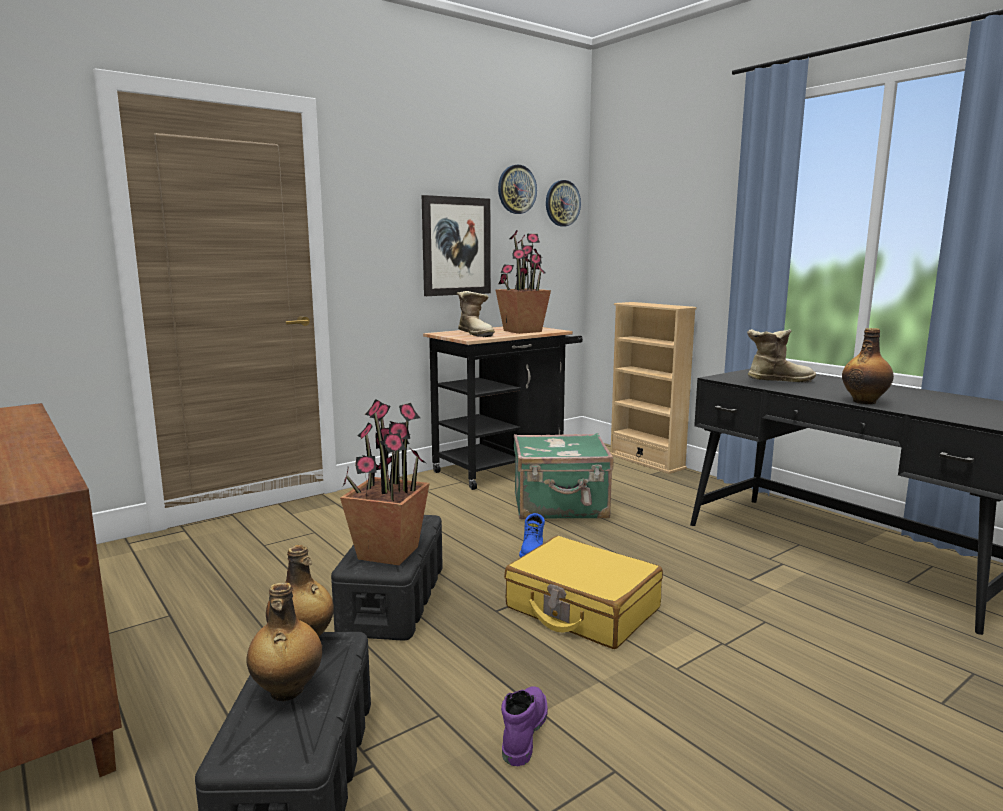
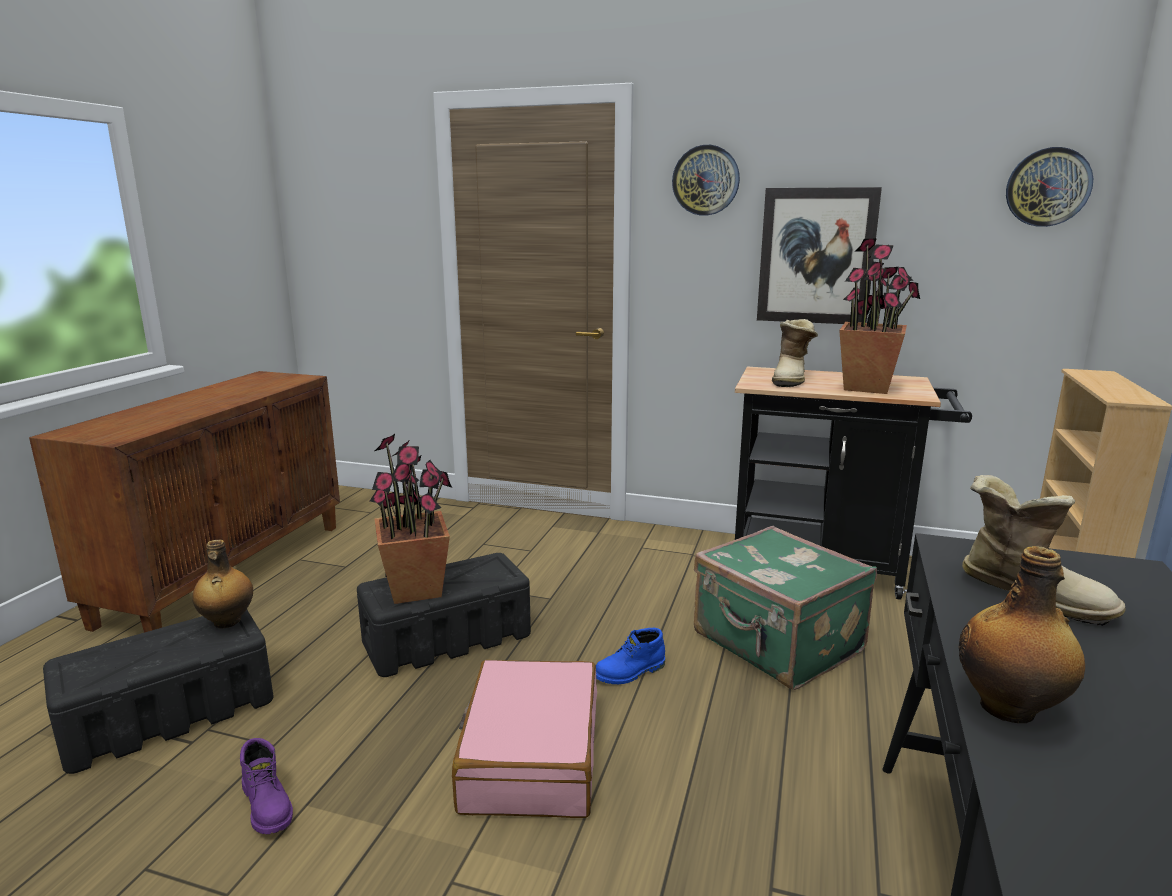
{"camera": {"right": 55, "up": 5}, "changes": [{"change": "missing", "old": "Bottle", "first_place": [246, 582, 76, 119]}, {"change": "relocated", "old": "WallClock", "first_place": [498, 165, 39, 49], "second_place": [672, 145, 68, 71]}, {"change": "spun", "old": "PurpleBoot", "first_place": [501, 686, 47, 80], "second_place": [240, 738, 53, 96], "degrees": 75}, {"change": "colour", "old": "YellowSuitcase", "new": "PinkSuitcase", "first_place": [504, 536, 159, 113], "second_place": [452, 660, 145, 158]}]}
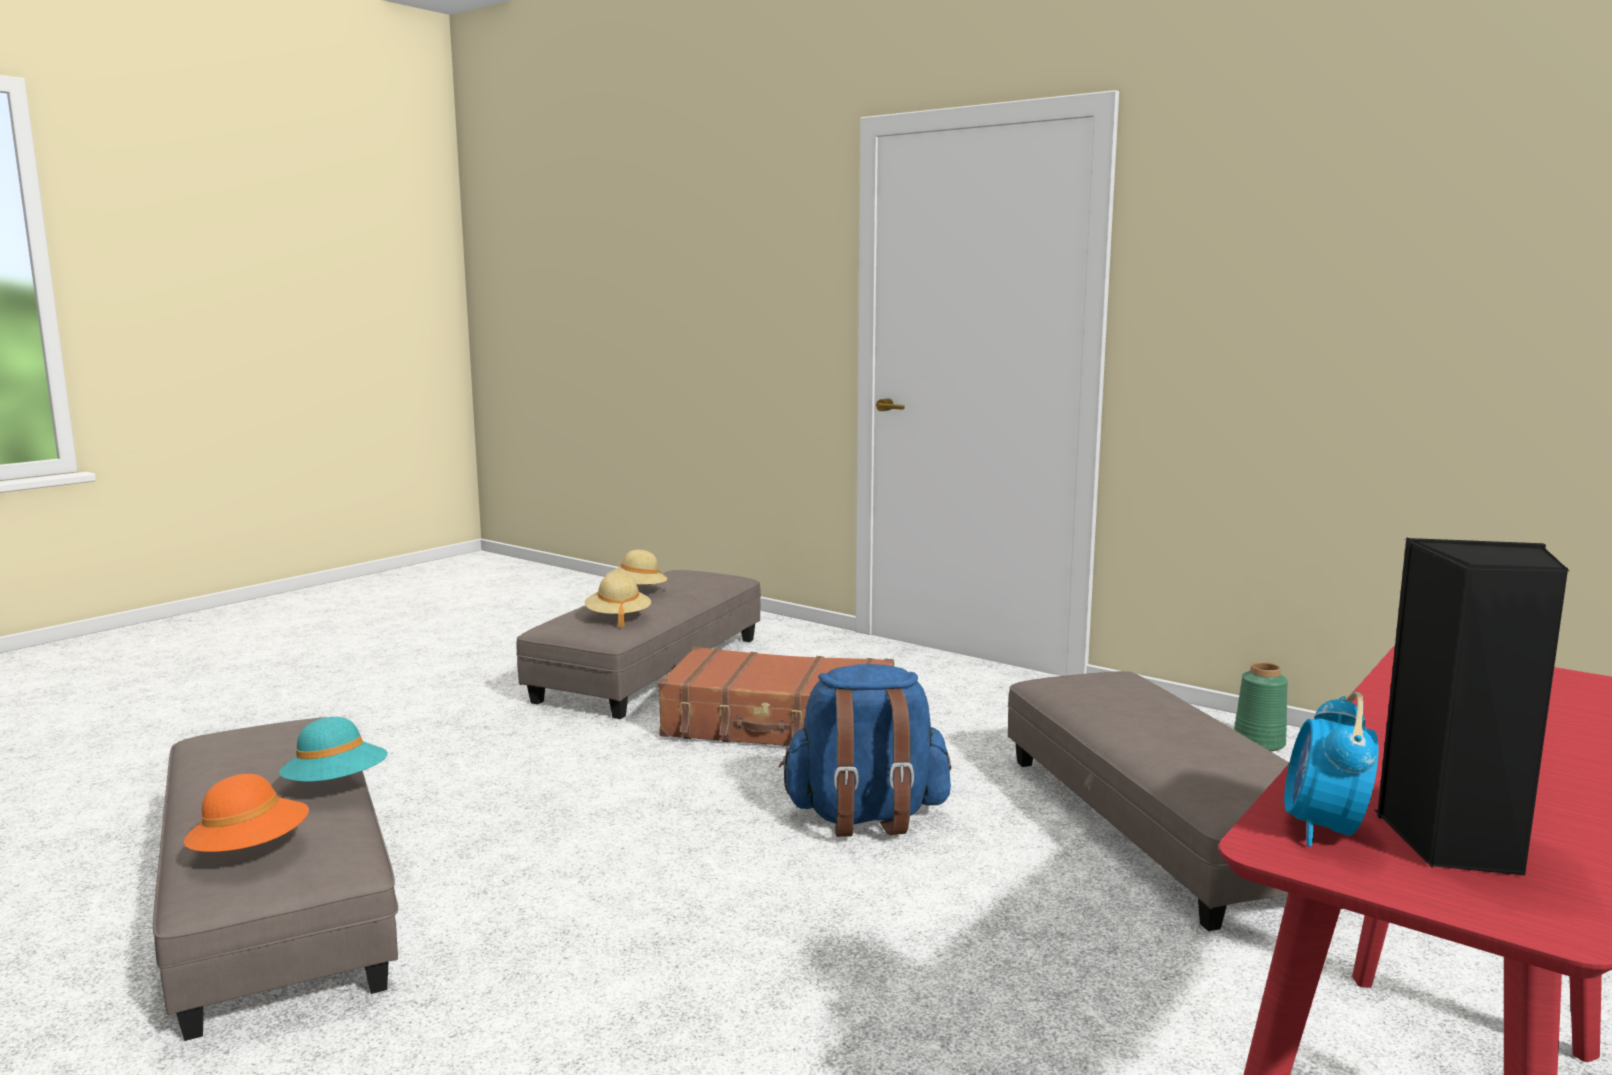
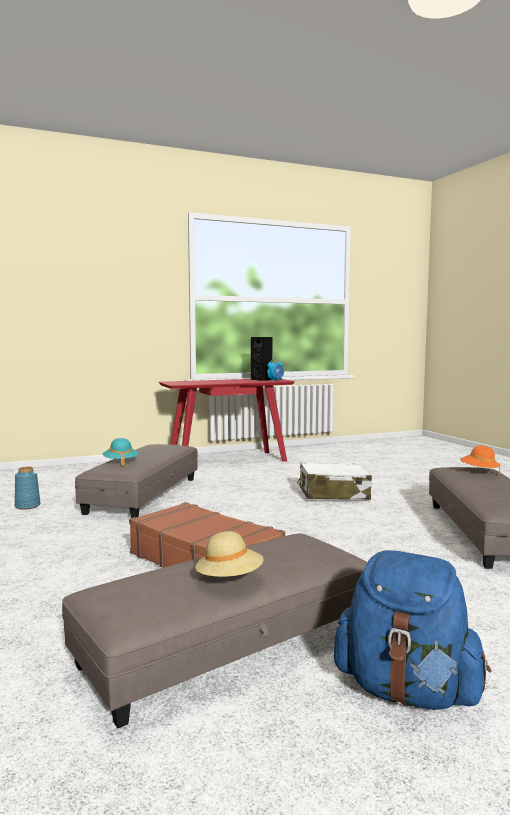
{"camera": {"right": -150, "up": -5}, "changes": [{"change": "relocated", "old": "TurquoiseHat", "first_place": [279, 717, 109, 65], "second_place": [103, 438, 36, 28]}, {"change": "missing", "old": "BeigeHat", "first_place": [585, 573, 66, 55]}, {"change": "relocated", "old": "BlueBackpack", "first_place": [779, 664, 172, 173], "second_place": [334, 550, 157, 160]}, {"change": "colour", "old": "GreenVase", "new": "BlueVase", "first_place": [1234, 662, 54, 89], "second_place": [15, 467, 26, 43]}, {"change": "appeared", "new": "WhiteSuitcase", "second_place": [297, 463, 75, 37]}]}
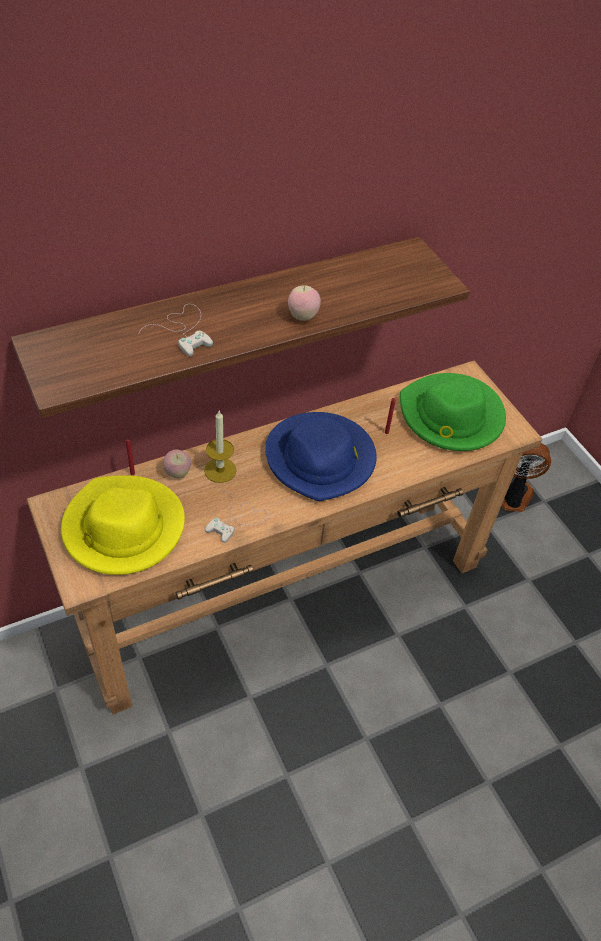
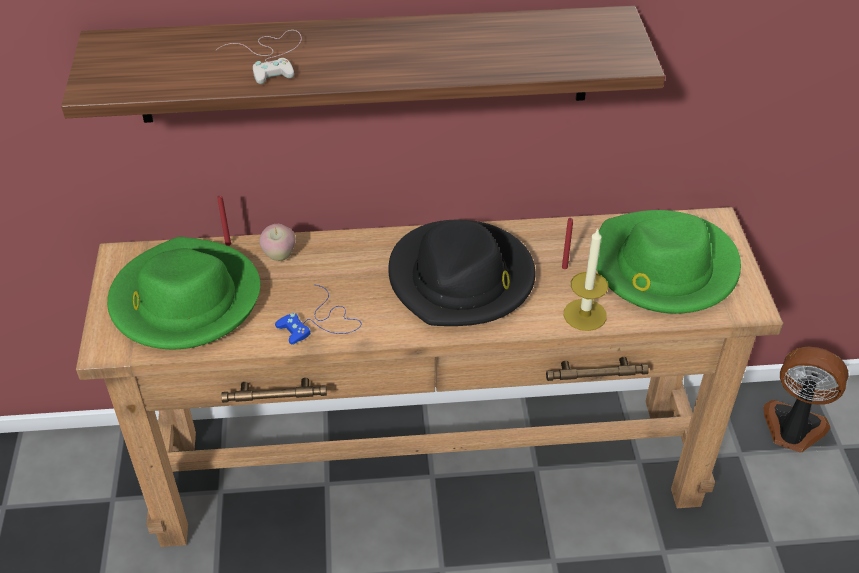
{"camera": {"right": 25, "up": -5}, "changes": [{"change": "colour", "old": "YellowHat", "new": "GreenHat", "first_place": [61, 475, 124, 100], "second_place": [107, 237, 153, 112]}, {"change": "relocated", "old": "Candle", "first_place": [204, 411, 33, 72], "second_place": [564, 229, 44, 102]}, {"change": "colour", "old": "WhiteGameController", "new": "BlueGameController", "first_place": [205, 491, 64, 52], "second_place": [275, 285, 86, 60]}, {"change": "colour", "old": "BlueHat", "new": "BlackHat", "first_place": [265, 412, 112, 89], "second_place": [388, 220, 147, 106]}, {"change": "missing", "old": "Apple", "first_place": [288, 285, 33, 36]}]}
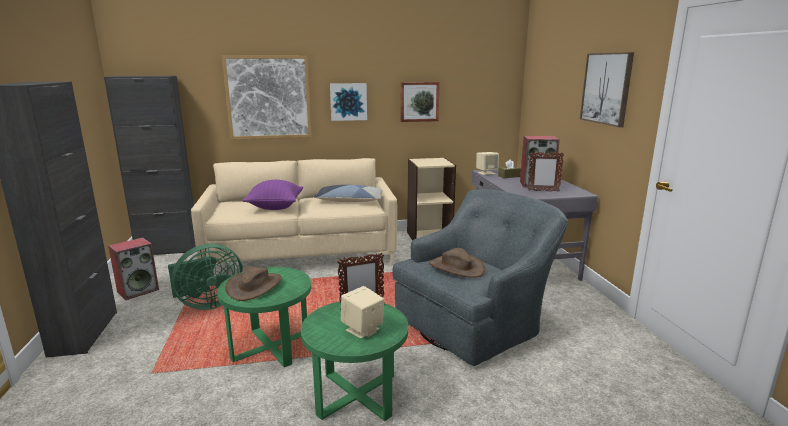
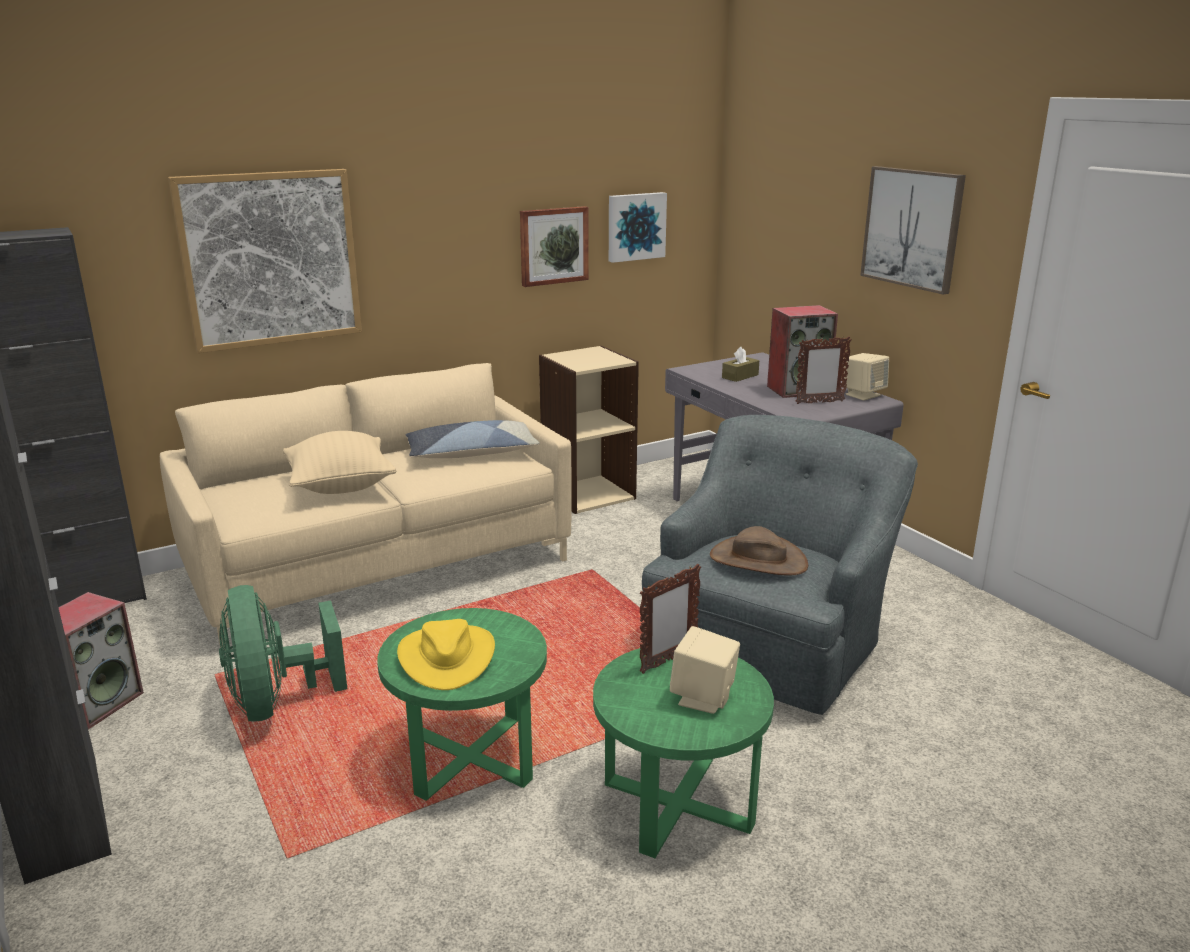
{"camera": {"right": -20, "up": 5}, "changes": [{"change": "spun", "old": "GreenFan", "first_place": [168, 244, 75, 66], "second_place": [219, 585, 128, 136], "degrees": 120}, {"change": "colour", "old": "BrownHat", "new": "YellowHat", "first_place": [225, 266, 57, 35], "second_place": [397, 619, 98, 71]}, {"change": "colour", "old": "PurplePillow", "new": "BeigePillow", "first_place": [243, 180, 60, 30], "second_place": [283, 431, 113, 63]}, {"change": "relocated", "old": "Picture", "first_place": [330, 83, 37, 38], "second_place": [609, 192, 58, 71]}, {"change": "relocated", "old": "BeigeSpeaker", "first_place": [476, 152, 23, 23], "second_place": [844, 353, 45, 47]}]}
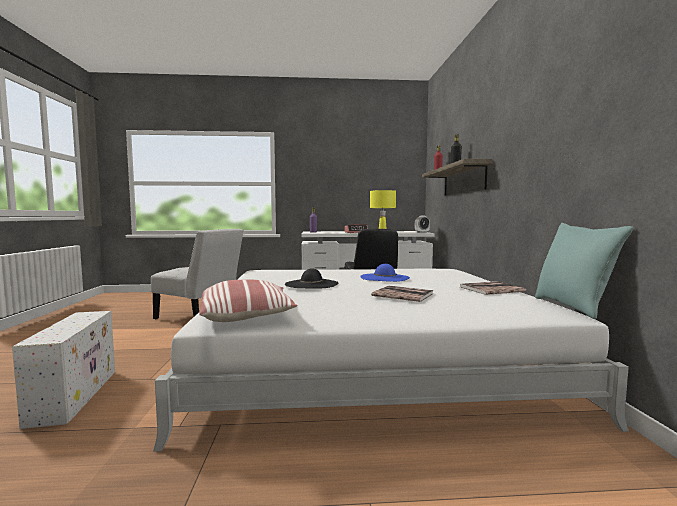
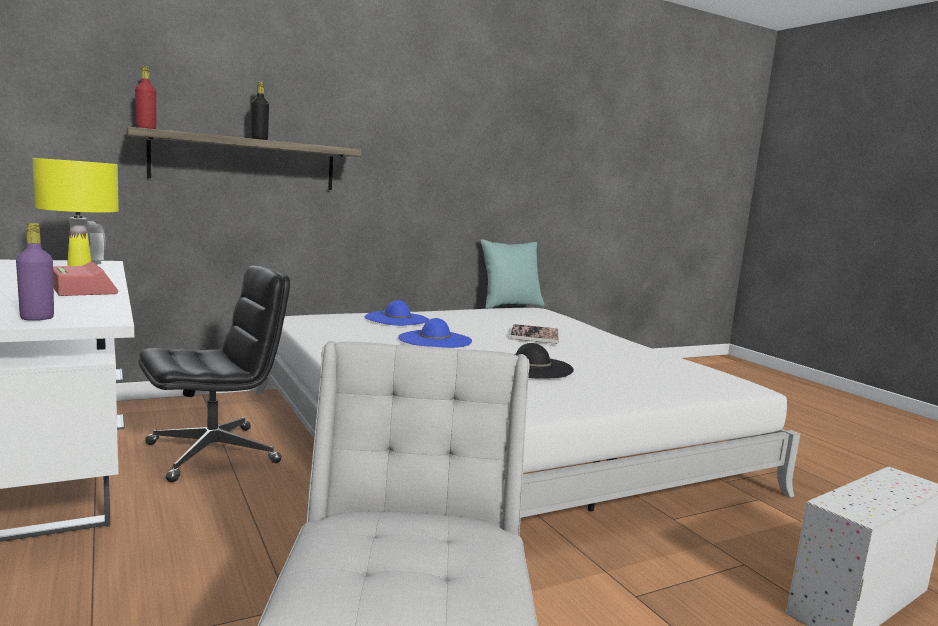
{"camera": {"right": -115, "up": 5}, "changes": [{"change": "missing", "old": "Pillow", "first_place": [199, 280, 98, 42]}, {"change": "missing", "old": "Book", "first_place": [460, 281, 66, 14]}, {"change": "appeared", "new": "BlueHat", "second_place": [364, 300, 65, 26]}]}
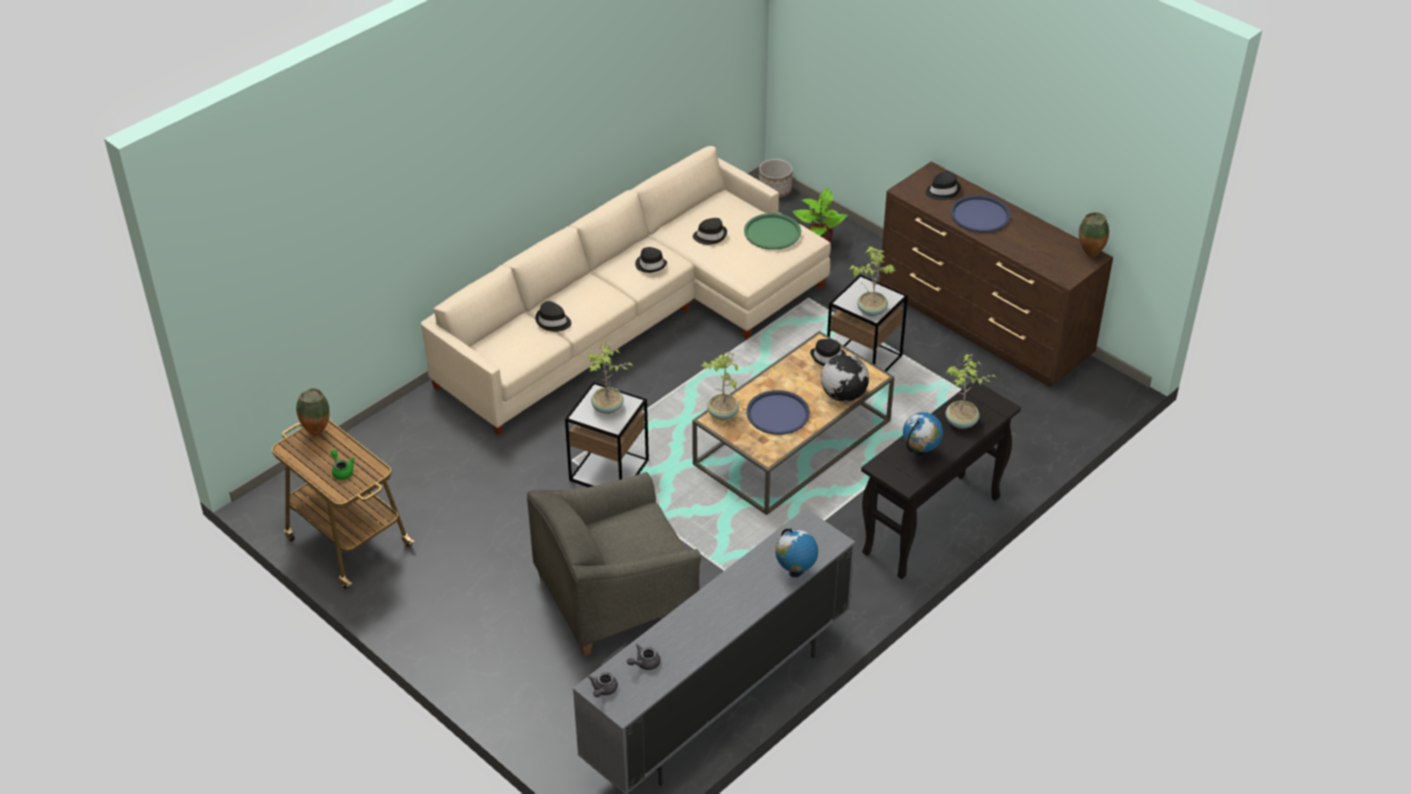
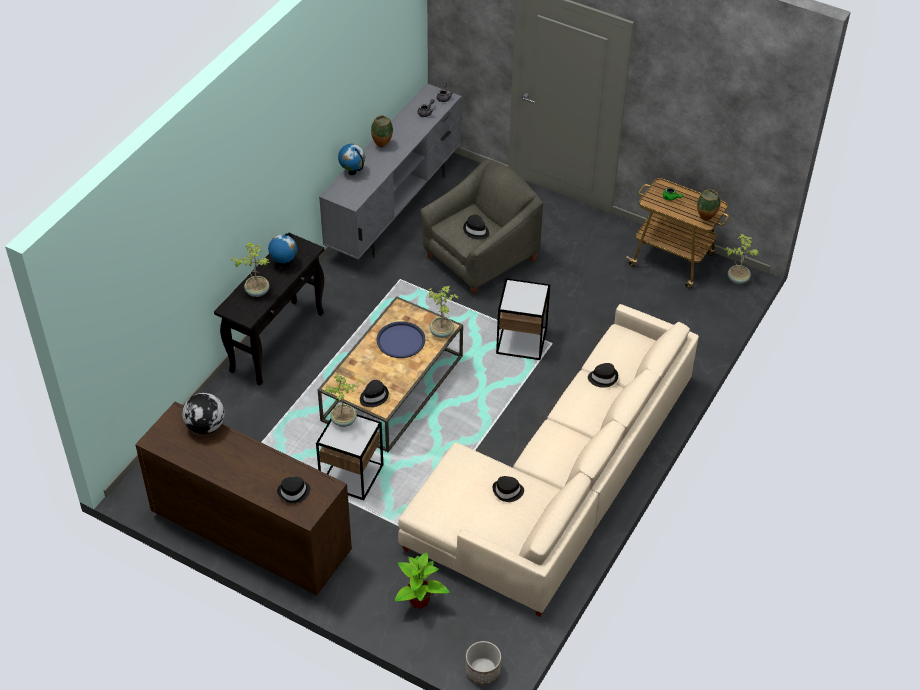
{"camera": {"right": 165, "up": 5}, "changes": [{"change": "relocated", "old": "PottedPlant", "first_place": [587, 342, 46, 72], "second_place": [725, 234, 34, 50]}, {"change": "relocated", "old": "BlackHat", "first_place": [635, 247, 32, 26], "second_place": [463, 215, 26, 25]}, {"change": "missing", "old": "GreenTray", "first_place": [744, 213, 57, 37]}, {"change": "relocated", "old": "Globe", "first_place": [821, 354, 48, 48], "second_place": [182, 393, 43, 41]}, {"change": "missing", "old": "BlueTray", "first_place": [951, 195, 60, 37]}, {"change": "relocated", "old": "Vase", "first_place": [1079, 212, 30, 45], "second_place": [371, 115, 22, 32]}]}
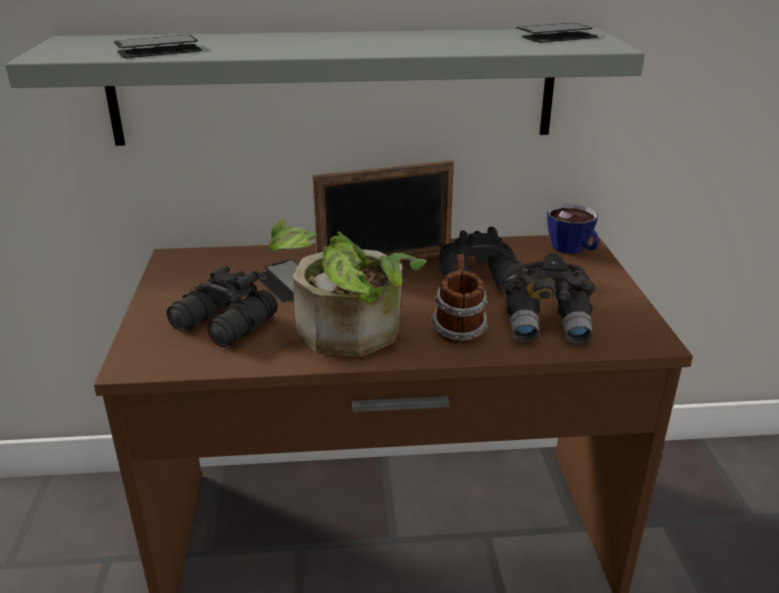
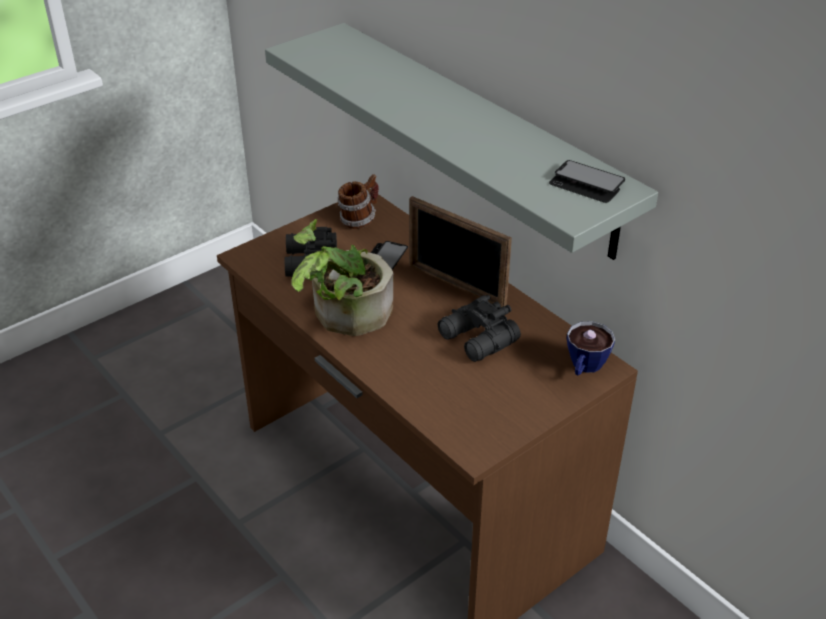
{"camera": {"right": 55, "up": 10}, "changes": [{"change": "missing", "old": "Phone", "first_place": [114, 35, 88, 23]}, {"change": "relocated", "old": "Mug", "first_place": [431, 254, 57, 89], "second_place": [338, 174, 41, 55]}, {"change": "missing", "old": "GreyBinoculars", "first_place": [502, 253, 94, 90]}]}
